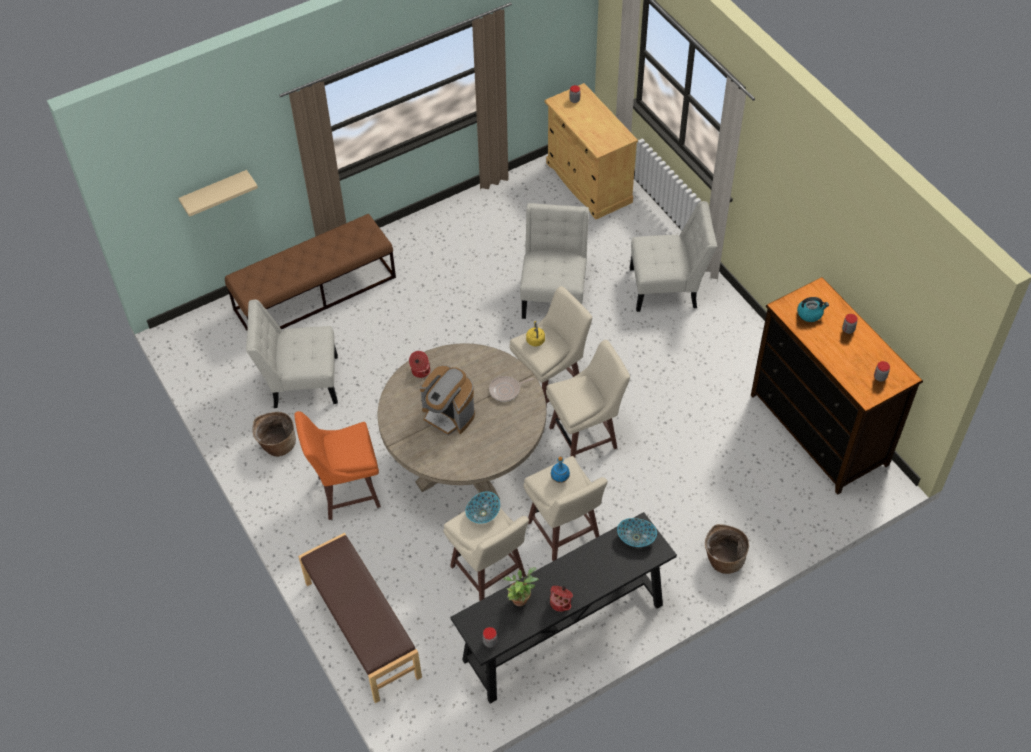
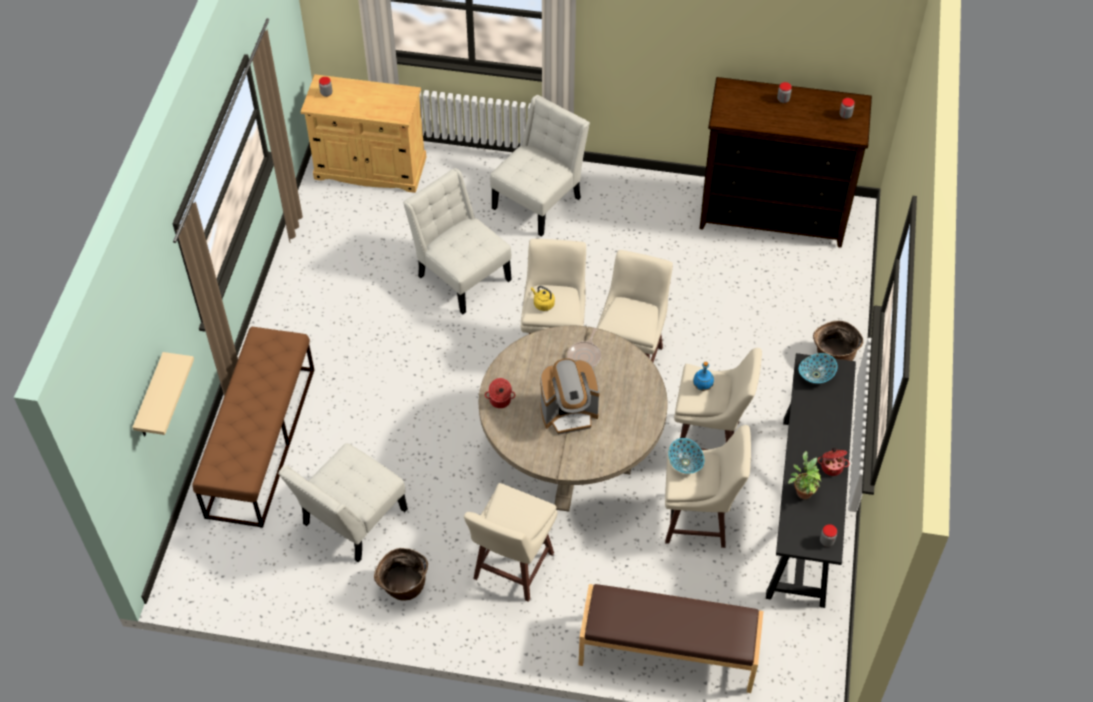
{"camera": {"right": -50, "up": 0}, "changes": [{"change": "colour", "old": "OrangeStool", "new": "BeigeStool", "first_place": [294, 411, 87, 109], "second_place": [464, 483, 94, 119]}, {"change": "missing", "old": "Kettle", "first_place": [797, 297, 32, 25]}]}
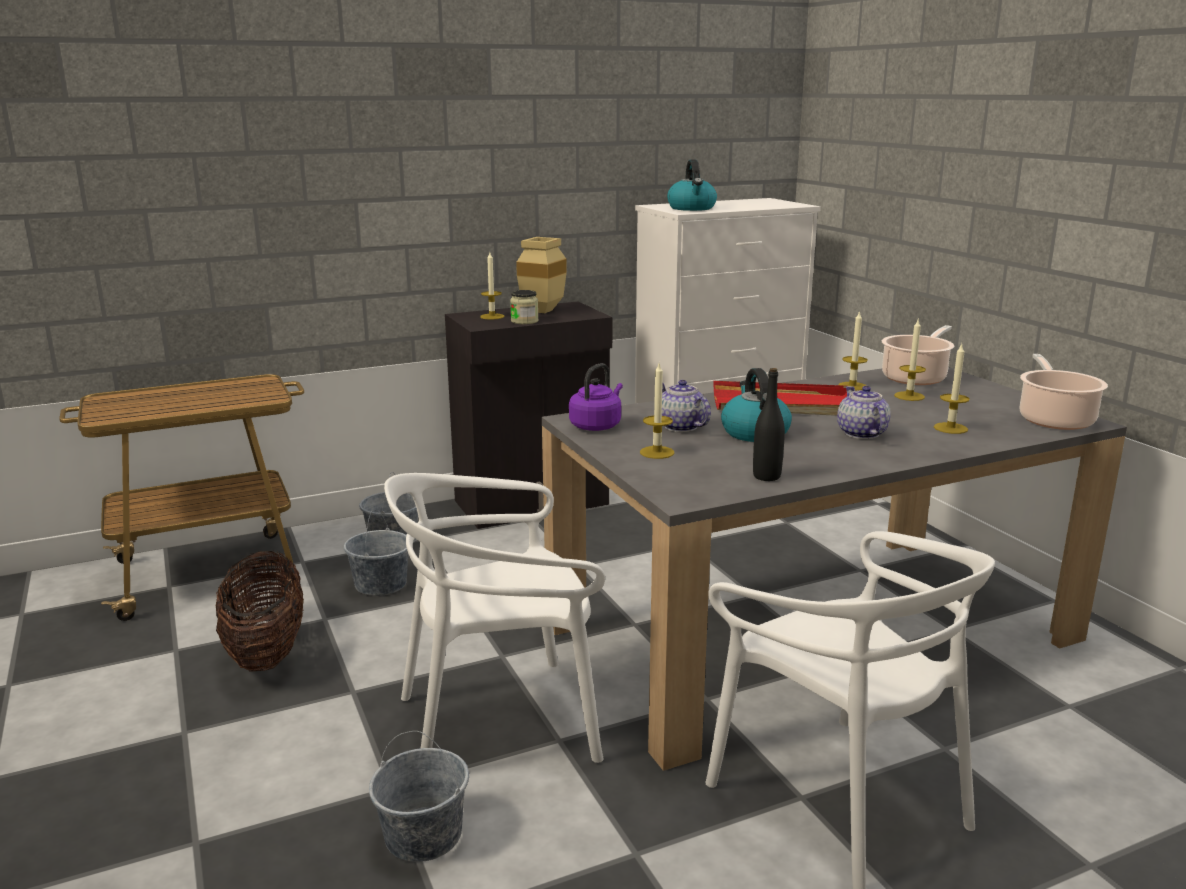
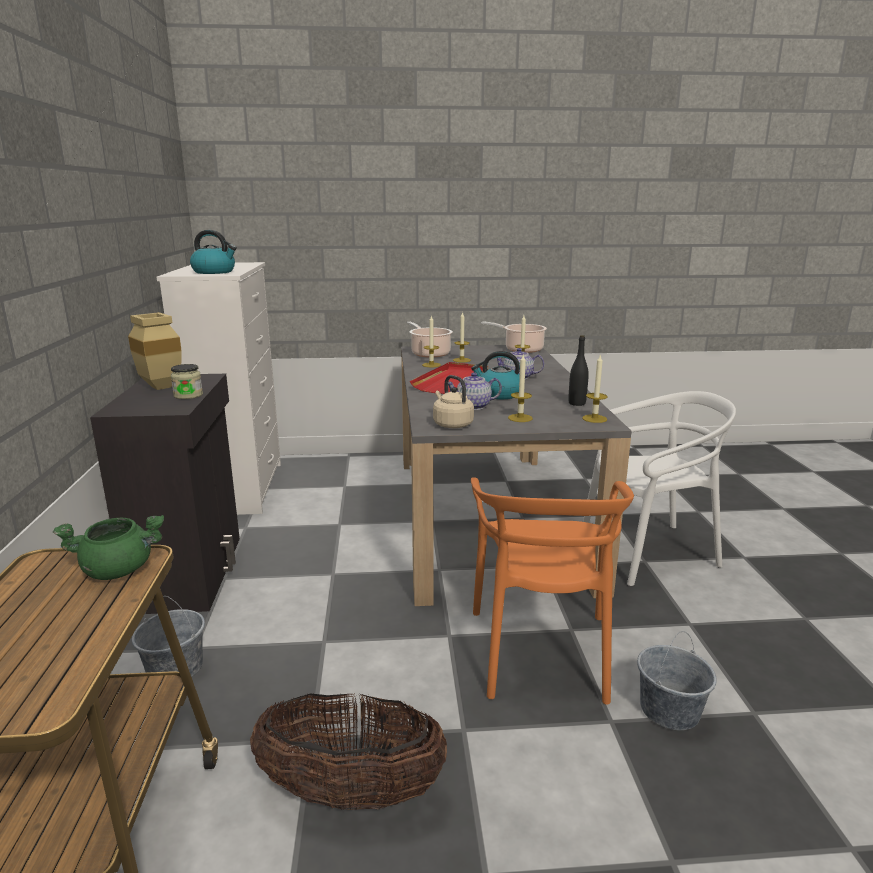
{"camera": {"right": -70, "up": 0}, "changes": [{"change": "missing", "old": "GreyBucket", "first_place": [344, 510, 65, 86]}, {"change": "colour", "old": "WhiteChair", "new": "OrangeChair", "first_place": [384, 473, 221, 290], "second_place": [471, 477, 163, 228]}, {"change": "relocated", "old": "Candle", "first_place": [480, 252, 24, 68], "second_place": [582, 354, 26, 69]}, {"change": "colour", "old": "PurpleKettle", "new": "BeigeKettle", "first_place": [569, 363, 54, 68], "second_place": [433, 375, 41, 53]}, {"change": "appeared", "new": "GreenCookingPot", "second_place": [53, 515, 111, 65]}]}
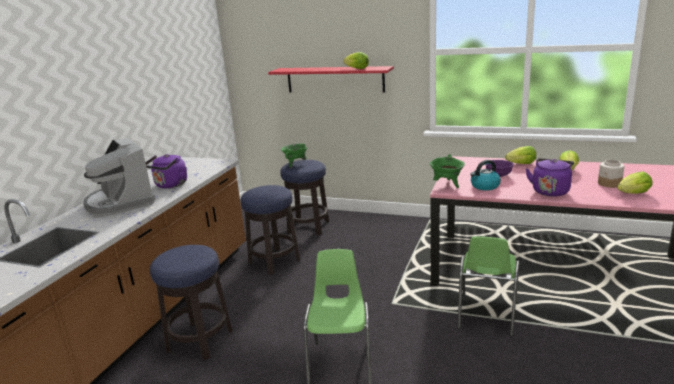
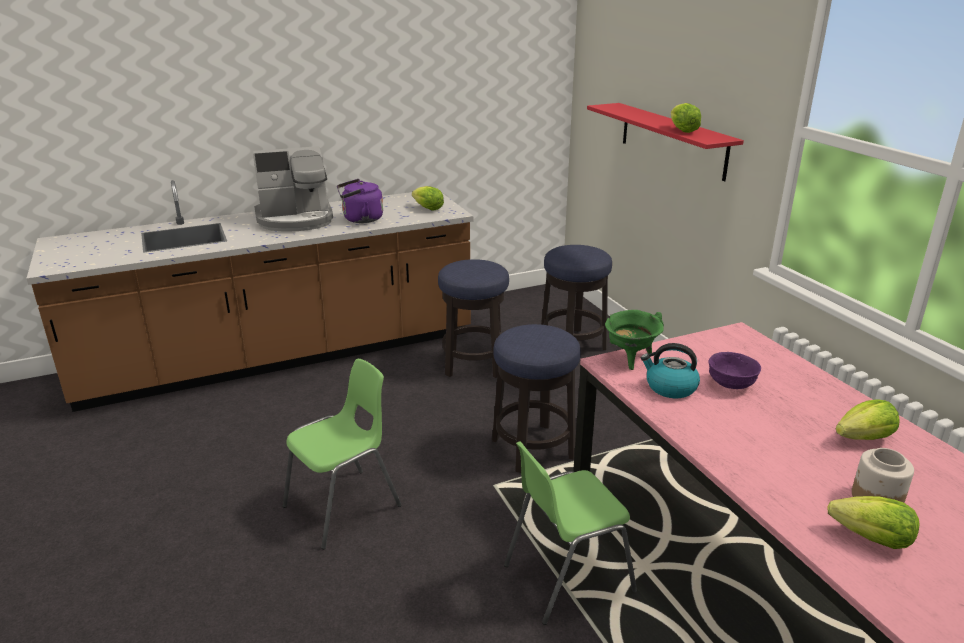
{"camera": {"right": 45, "up": 5}, "changes": [{"change": "spun", "old": "CoffeeMachine", "first_place": [83, 138, 73, 78], "second_place": [253, 146, 80, 86], "degrees": -120}, {"change": "relocated", "old": "Stool", "first_place": [150, 245, 83, 115], "second_place": [492, 324, 89, 149]}, {"change": "missing", "old": "GreenCookingPot", "first_place": [281, 144, 27, 25]}, {"change": "relocated", "old": "Lettuce", "first_place": [505, 146, 31, 18], "second_place": [412, 186, 32, 25]}, {"change": "missing", "old": "PurpleKettle", "first_place": [526, 158, 48, 39]}]}
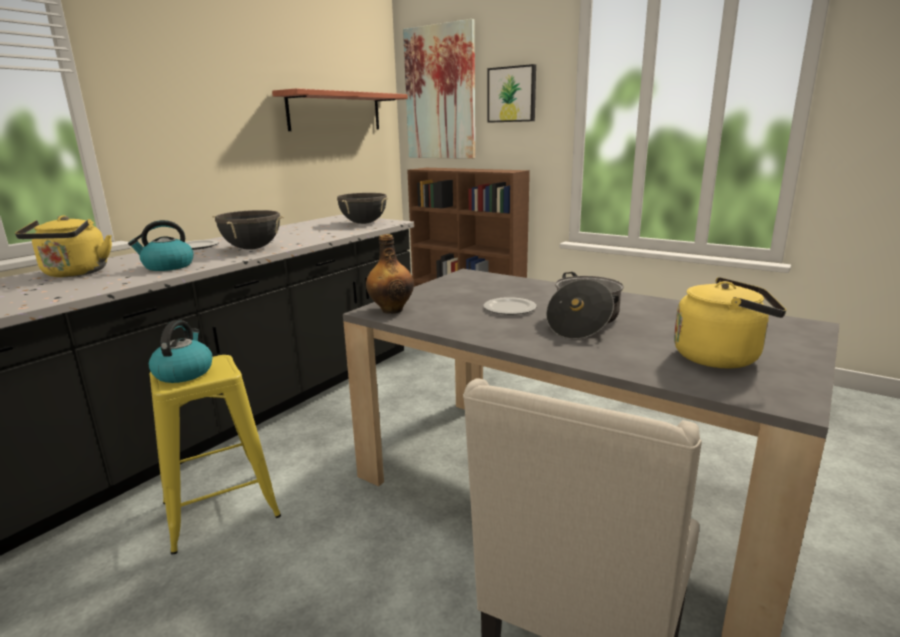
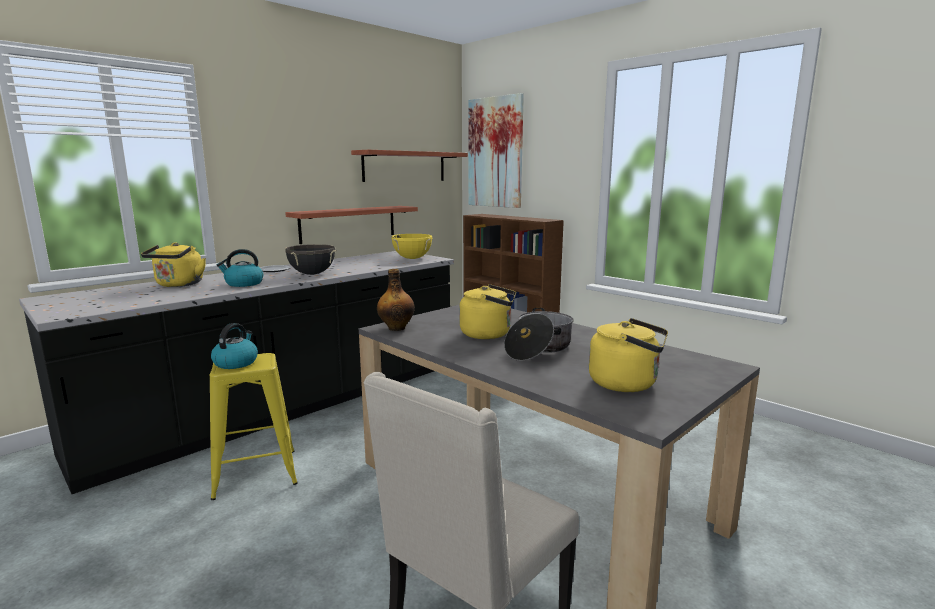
{"camera": {"right": 10, "up": -5}, "changes": [{"change": "colour", "old": "BlackCookingPot", "new": "YellowCookingPot", "first_place": [337, 193, 51, 31], "second_place": [391, 234, 41, 25]}, {"change": "exchanged", "old": "Plate", "new": "YellowKettle", "first_place": [484, 297, 52, 18], "second_place": [460, 284, 56, 55]}, {"change": "missing", "old": "Picture", "first_place": [488, 64, 48, 59]}, {"change": "appeared", "new": "Shelf", "second_place": [285, 206, 133, 38]}]}
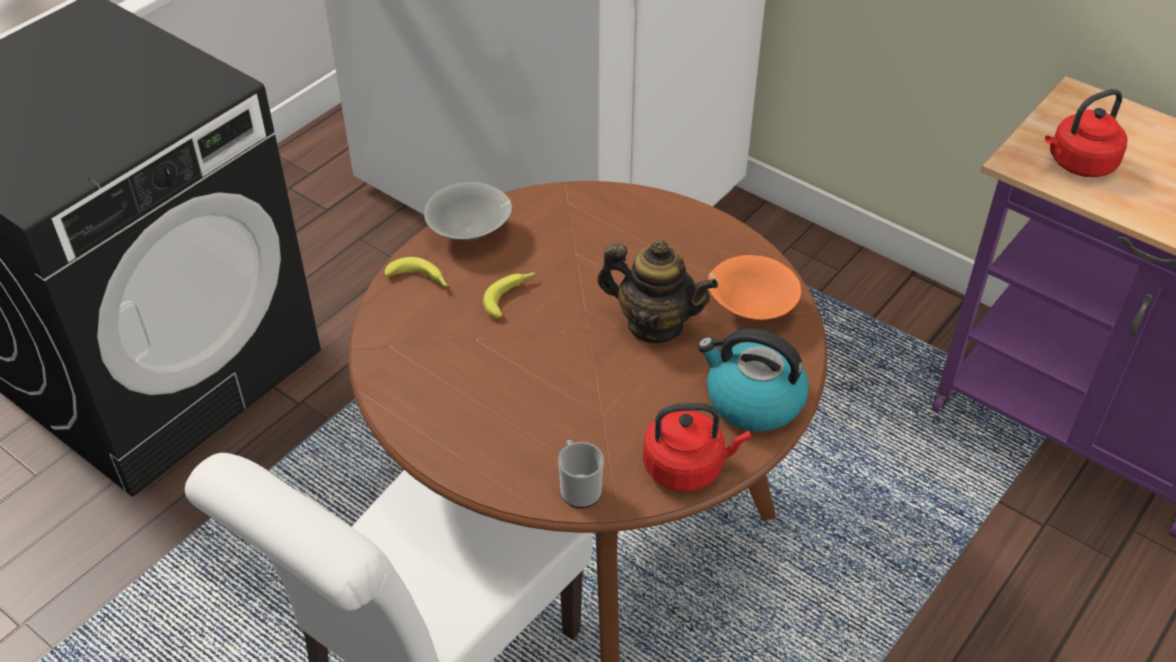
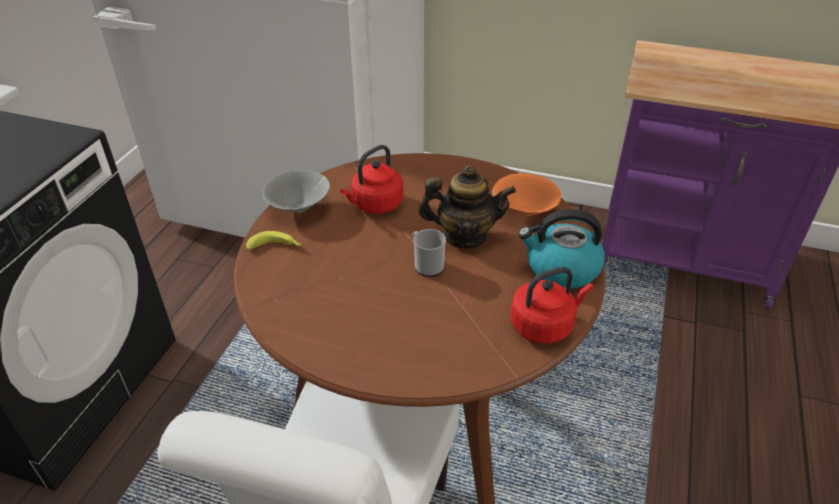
{"camera": {"right": -20, "up": -5}, "changes": [{"change": "missing", "old": "Banana", "first_place": [483, 272, 52, 47]}, {"change": "relocated", "old": "Mug", "first_place": [558, 440, 46, 68], "second_place": [412, 229, 34, 48]}, {"change": "relocated", "old": "RedKettle", "first_place": [1045, 89, 82, 88], "second_place": [340, 145, 63, 69]}]}
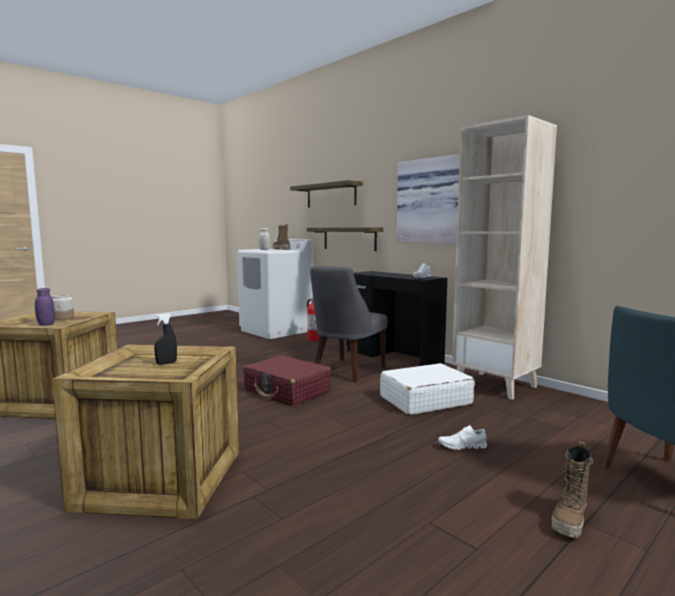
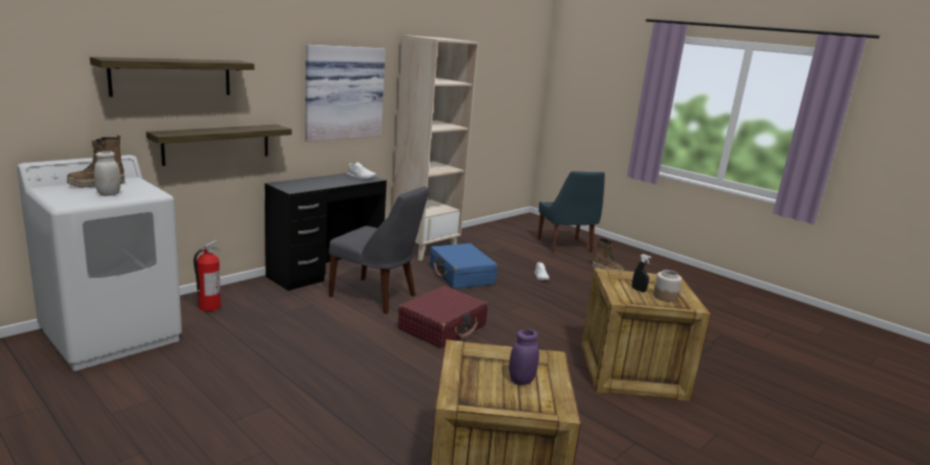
{"camera": {"right": -95, "up": 10}, "changes": [{"change": "relocated", "old": "Jar", "first_place": [52, 295, 22, 25], "second_place": [653, 270, 29, 32]}, {"change": "colour", "old": "WhiteSuitcase", "new": "BlueSuitcase", "first_place": [380, 363, 95, 52], "second_place": [430, 243, 68, 46]}]}
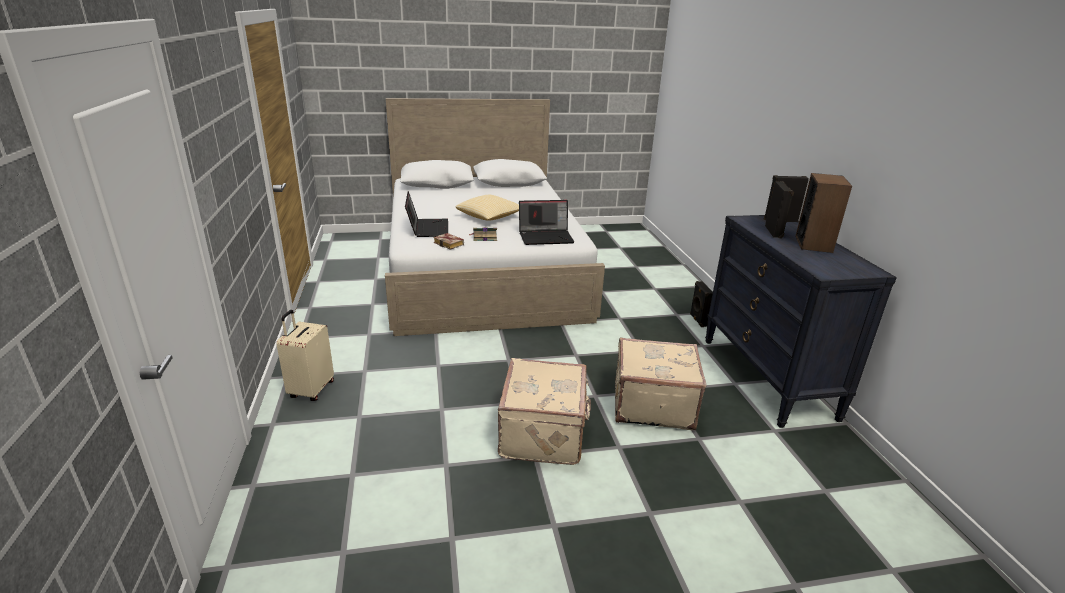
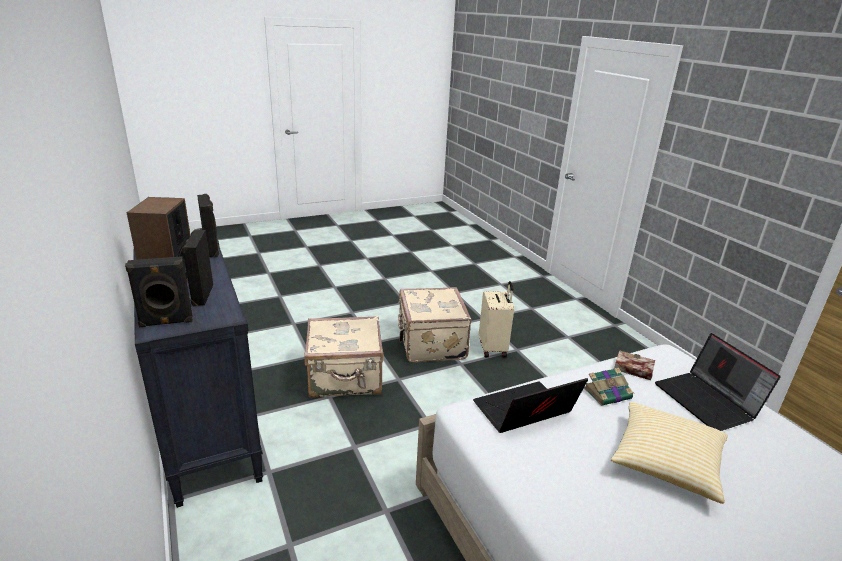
{"camera": {"right": 165, "up": 0}, "changes": [{"change": "relocated", "old": "BeigeSuitcase", "first_place": [276, 310, 58, 91], "second_place": [479, 281, 35, 77]}, {"change": "relocated", "old": "BlackSpeaker", "first_place": [690, 281, 23, 46], "second_place": [197, 194, 22, 63]}]}
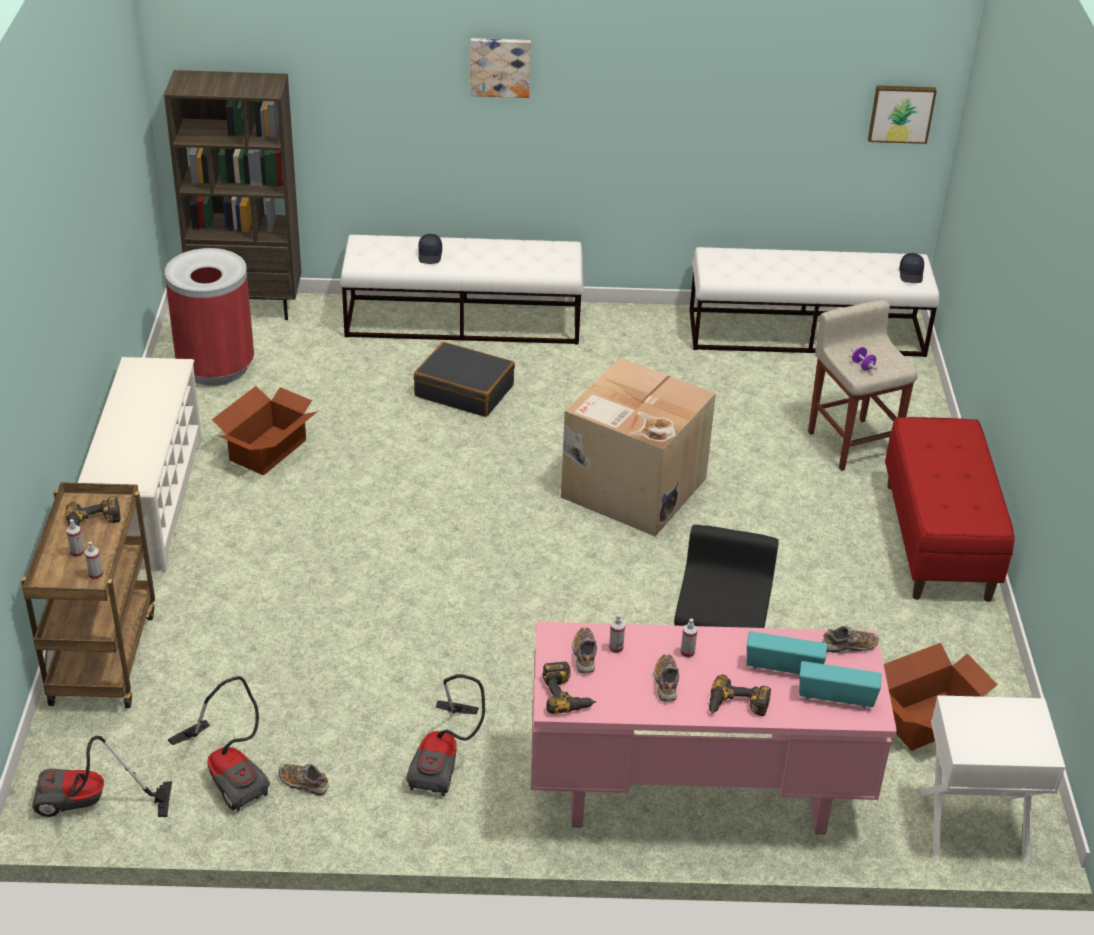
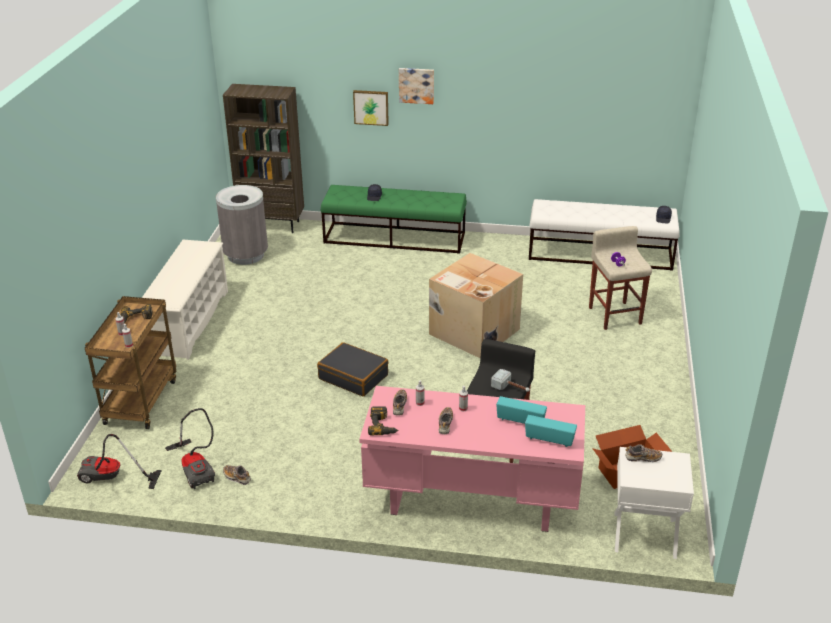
{"camera": {"right": 10, "up": -5}, "changes": [{"change": "colour", "old": "RedTrashCan", "new": "GreyTrashCan", "first_place": [165, 248, 89, 138], "second_place": [216, 185, 52, 80]}, {"change": "missing", "old": "CardboardBox", "first_place": [212, 386, 106, 89]}, {"change": "colour", "old": "WhiteBench", "new": "GreenBench", "first_place": [340, 235, 243, 109], "second_place": [321, 185, 146, 69]}, {"change": "missing", "old": "VacuumCleaner", "first_place": [406, 674, 79, 122]}, {"change": "relocated", "old": "BlackSuitcase", "first_place": [414, 342, 101, 75], "second_place": [317, 342, 72, 54]}, {"change": "missing", "old": "PowerDrill", "first_place": [709, 674, 62, 42]}, {"change": "relocated", "old": "Shoe", "first_place": [822, 626, 57, 27], "second_place": [625, 444, 37, 18]}, {"change": "relocated", "old": "Picture", "first_place": [868, 85, 69, 59], "second_place": [353, 90, 36, 36]}, {"change": "missing", "old": "RedBench", "first_place": [885, 417, 130, 185]}, {"change": "appeared", "new": "Hammer", "second_place": [491, 369, 39, 23]}]}
